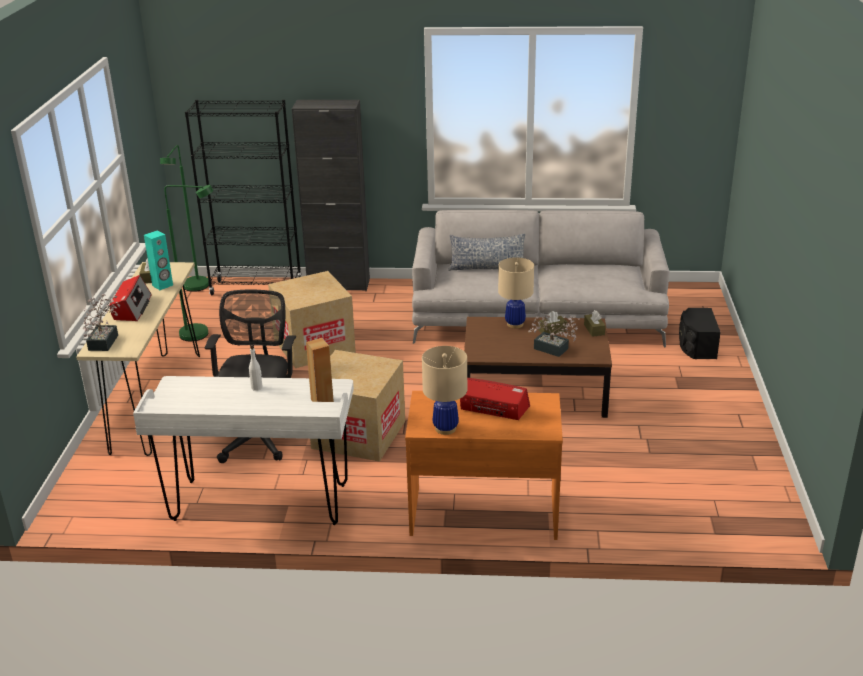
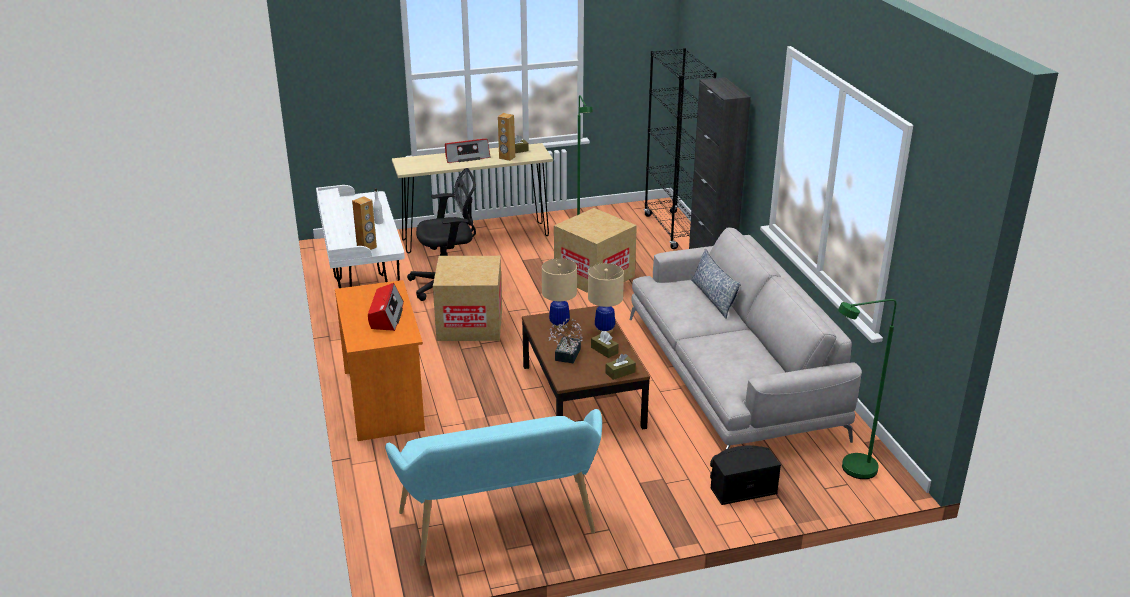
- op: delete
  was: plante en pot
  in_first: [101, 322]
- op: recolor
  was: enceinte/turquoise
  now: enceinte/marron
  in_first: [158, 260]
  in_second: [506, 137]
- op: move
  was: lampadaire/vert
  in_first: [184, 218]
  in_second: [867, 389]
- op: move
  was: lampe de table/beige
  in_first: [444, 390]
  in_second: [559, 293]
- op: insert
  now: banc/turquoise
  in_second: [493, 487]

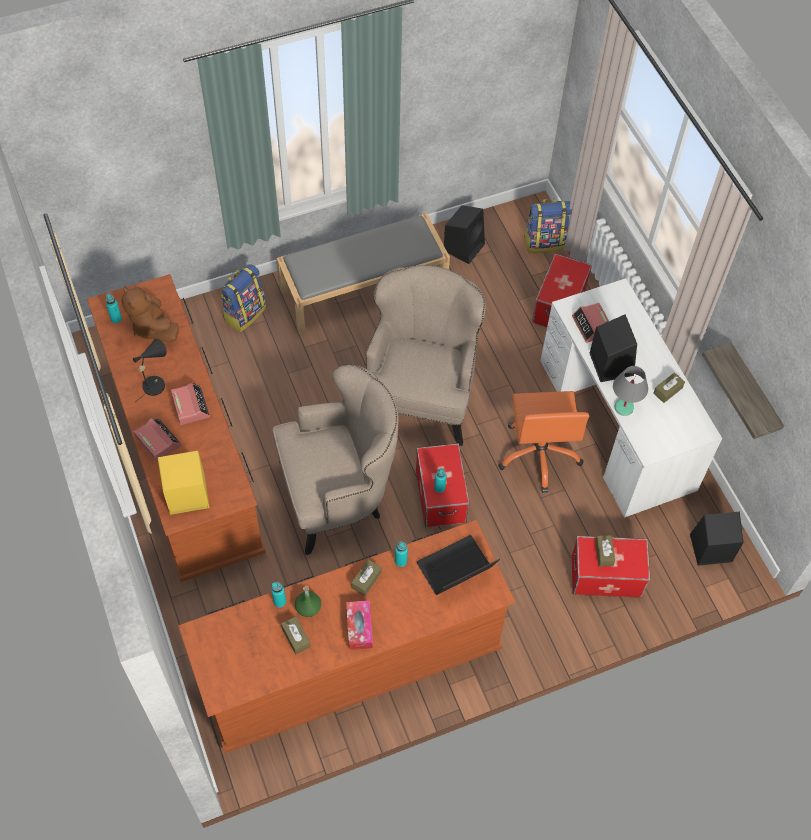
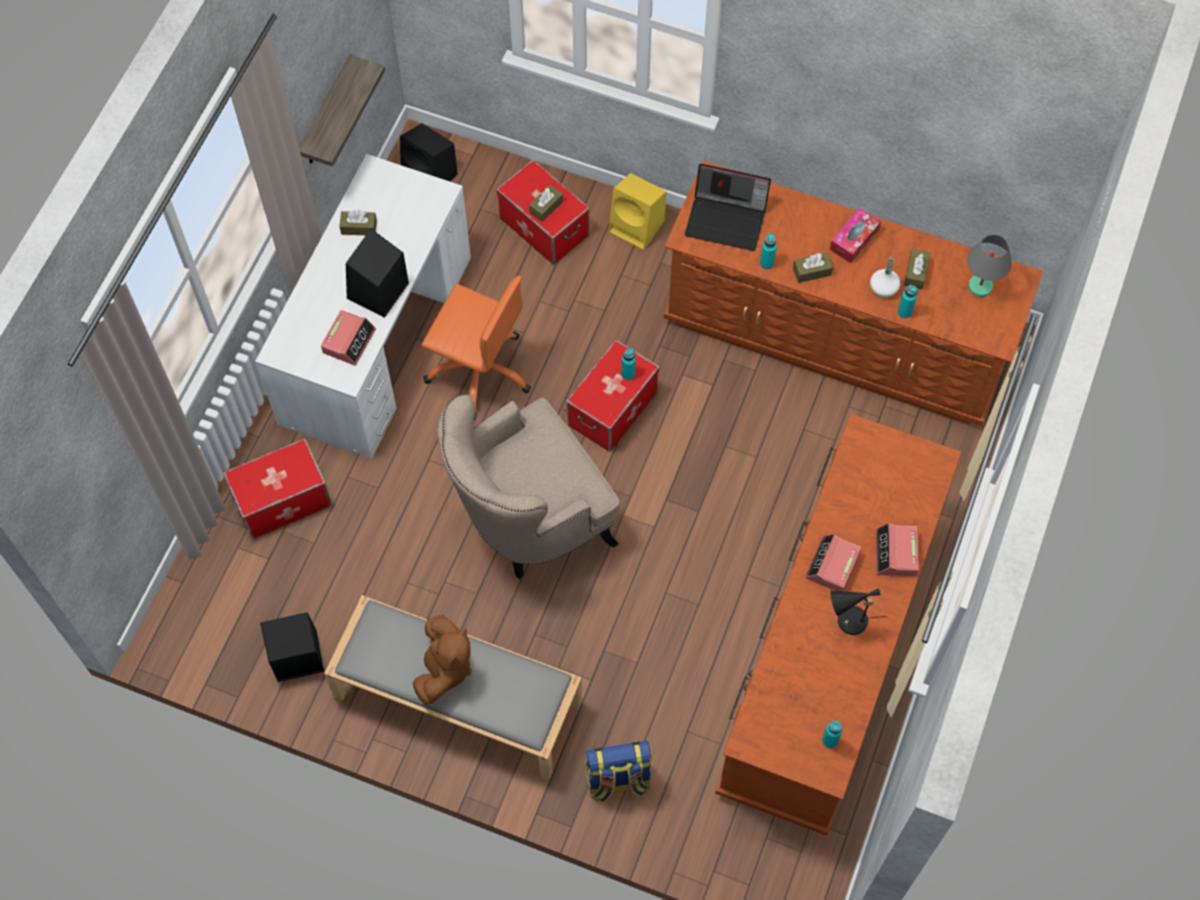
- op: move
  was: peluche/marron
  in_first: [150, 313]
  in_second: [442, 660]
- op: move
  was: enceinte/jaune
  in_first: [183, 483]
  in_second: [637, 211]
- op: delete
  was: fauteuil/beige
  in_first: [336, 459]
- op: recolor
  was: bouteille/vert
  now: bouteille/blanc
  in_first: [308, 601]
  in_second: [885, 277]
- op: rotate
  was: chaise de bureau/orange
  in_first: [543, 442]
  in_second: [476, 348]
  clockwise: 75
- op: delete
  was: sac à dos
  in_first: [548, 225]
- op: move
  was: lampe de table/gris
  in_first: [630, 391]
  in_second: [989, 265]

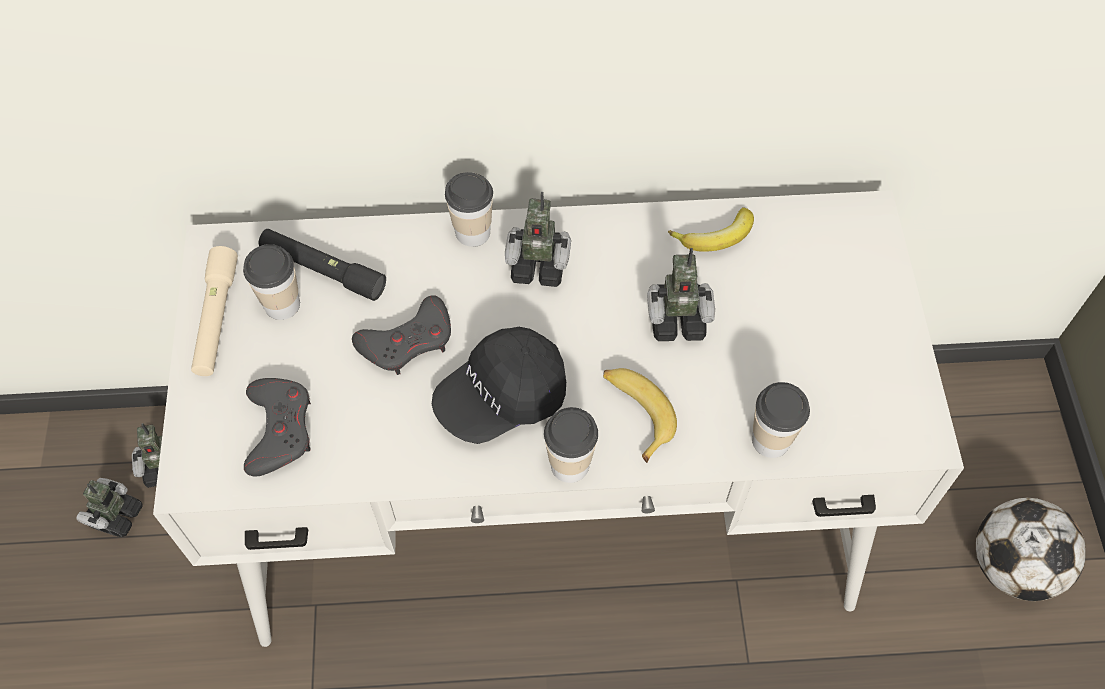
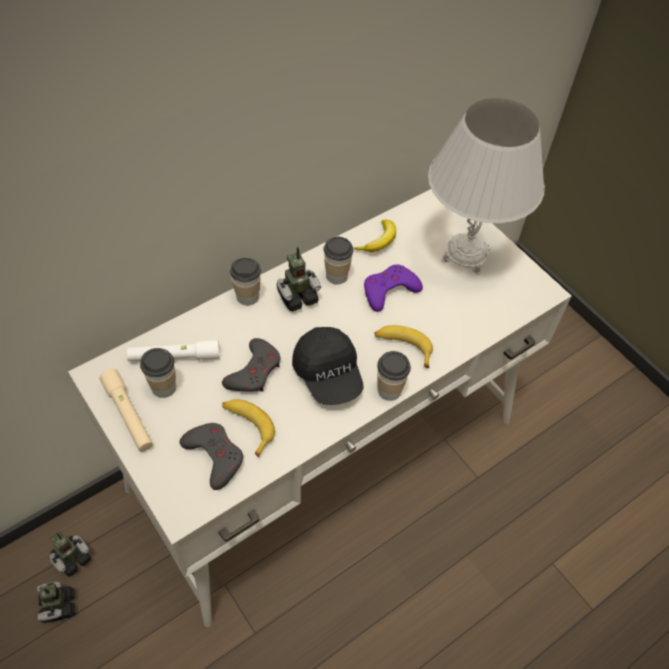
- op: recolor
  was: lampe de poche/noir
  now: lampe de poche/blanc
  in_first: [322, 265]
  in_second: [173, 350]
- op: rotate
  was: casquette/noir
  in_first: [499, 385]
  in_second: [328, 366]
  clockwise: -45
- op: replace
  was: robot jouet
  now: manette/violet
  in_first: [681, 294]
  in_second: [393, 288]
- op: move
  was: tasse
  in_first: [781, 420]
  in_second: [338, 261]
- op: delete
  was: ballon de foot
  in_first: [1031, 549]
- op: insert
  now: banane
  in_second: [248, 428]
- op: insert
  now: lampe de table/blanc
  in_second: [486, 186]

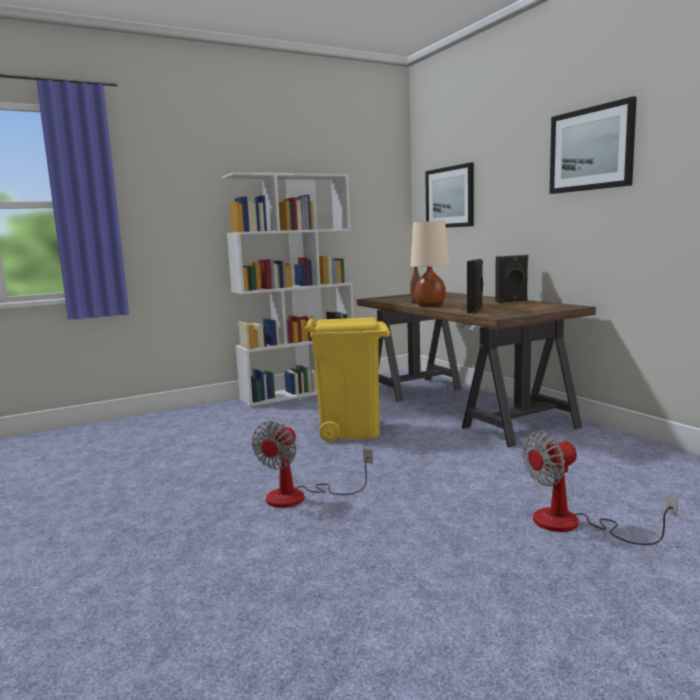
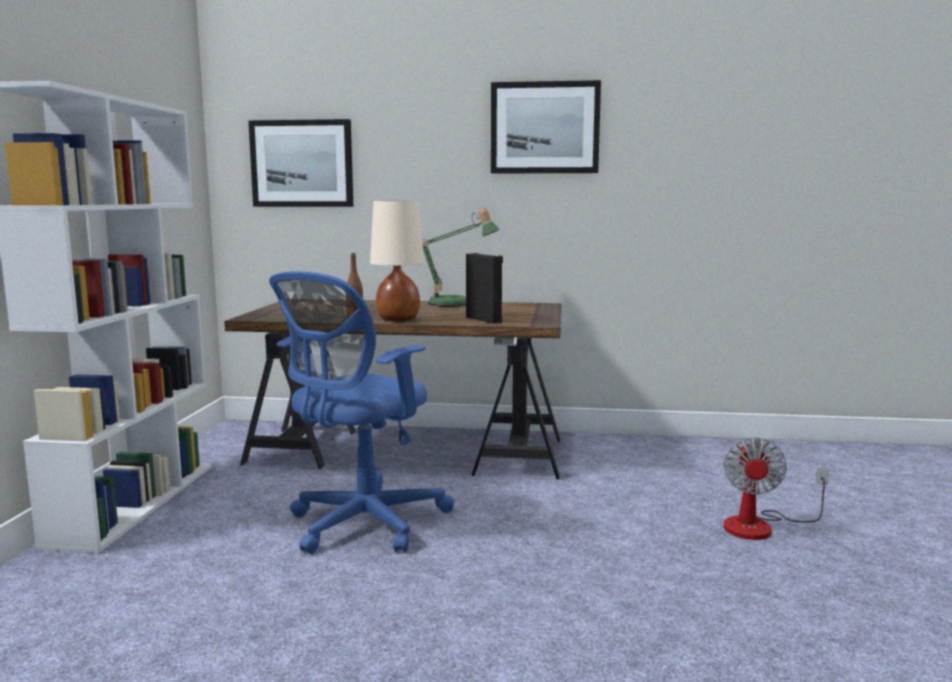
- op: delete
  was: ventilateur
  in_first: [312, 464]
- op: replace
  was: poubelle/jaune
  now: chaise de bureau/bleu
  in_first: [347, 379]
  in_second: [362, 412]
- op: replace
  was: enceinte/noir
  now: lampe de table
  in_first: [511, 279]
  in_second: [461, 257]

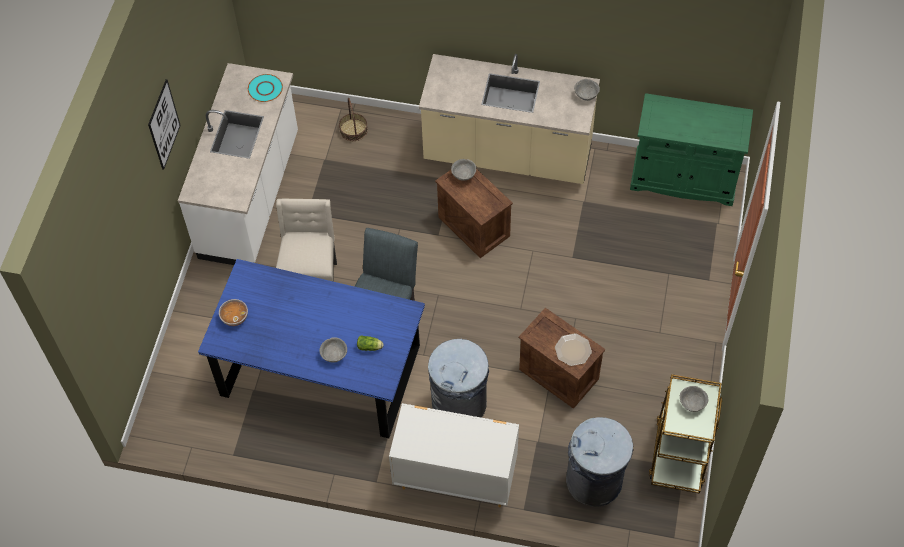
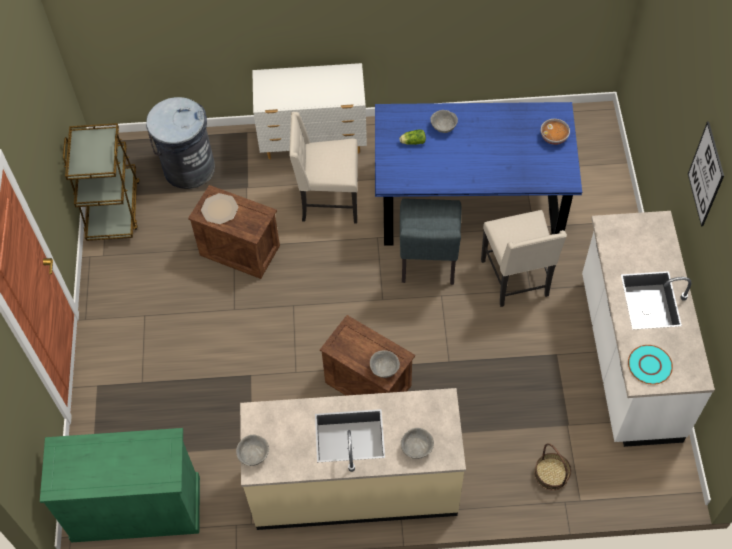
- op: replace
  was: poubelle/gris
  now: chaise/beige
  in_first: [458, 378]
  in_second: [323, 168]
- op: move
  was: bol/gris
  in_first: [694, 399]
  in_second: [417, 443]

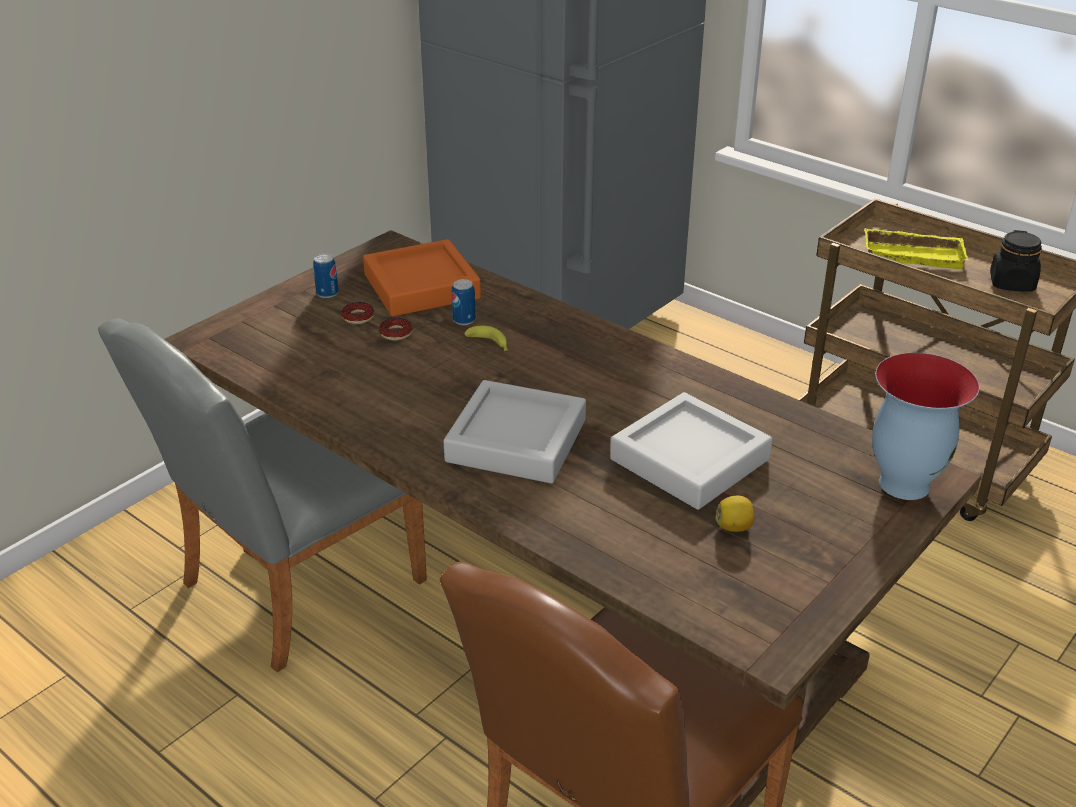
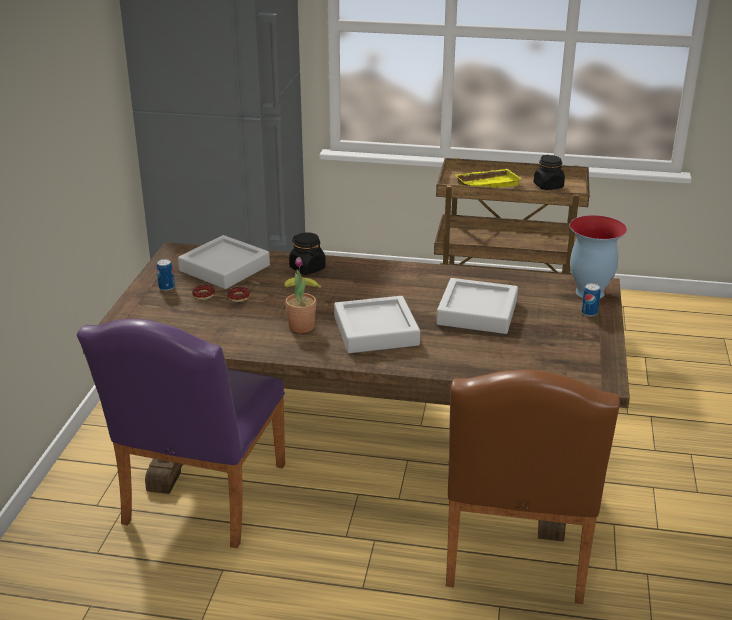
- op: recolor
  was: chaise/gris
  now: chaise/violet
  in_first: [262, 495]
  in_second: [181, 433]
- op: recolor
  was: plateau/orange
  now: plateau/gris
  in_first: [422, 278]
  in_second: [224, 262]
- op: move
  was: boîte métallique
  in_first: [464, 302]
  in_second: [590, 299]
- op: delete
  was: citron
  in_first: [735, 513]
- op: insert
  now: plante en pot
  in_second: [300, 295]
- op: insert
  now: bocal/noir
  in_second: [307, 254]

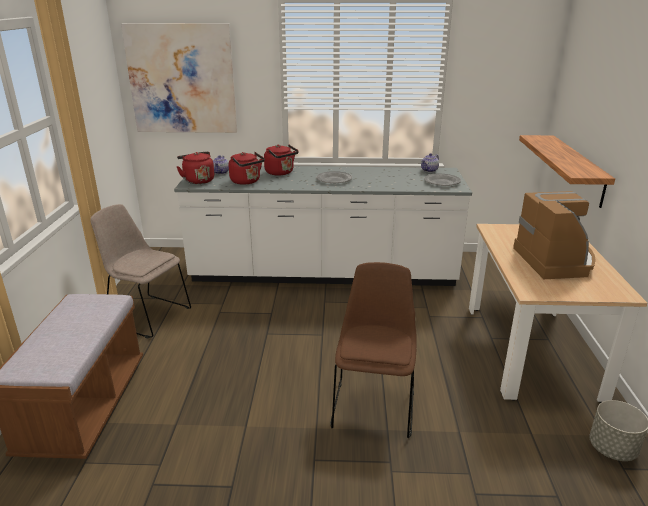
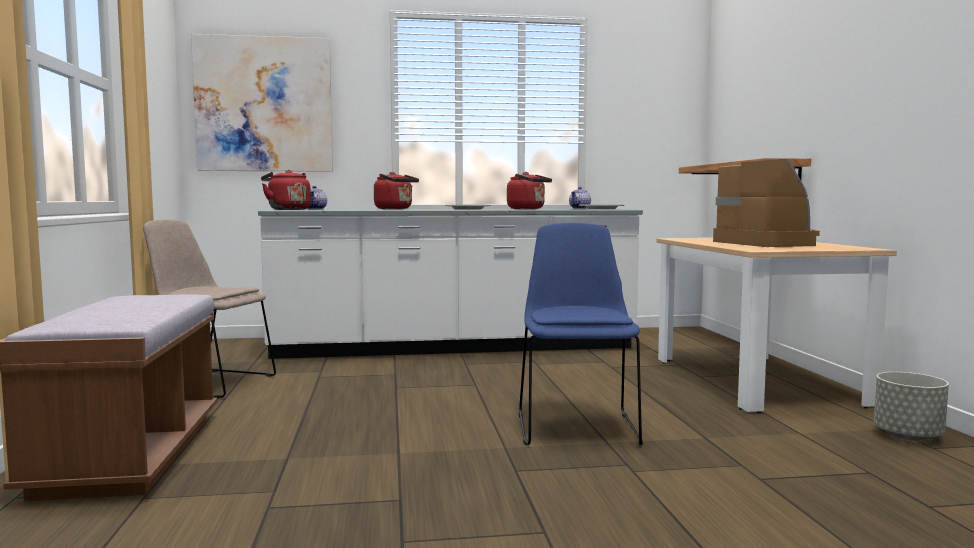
- op: move
  was: bouilloire/rouge
  in_first: [247, 168]
  in_second: [529, 190]
- op: recolor
  was: chaise/marron
  now: chaise/bleu
  in_first: [373, 350]
  in_second: [581, 334]

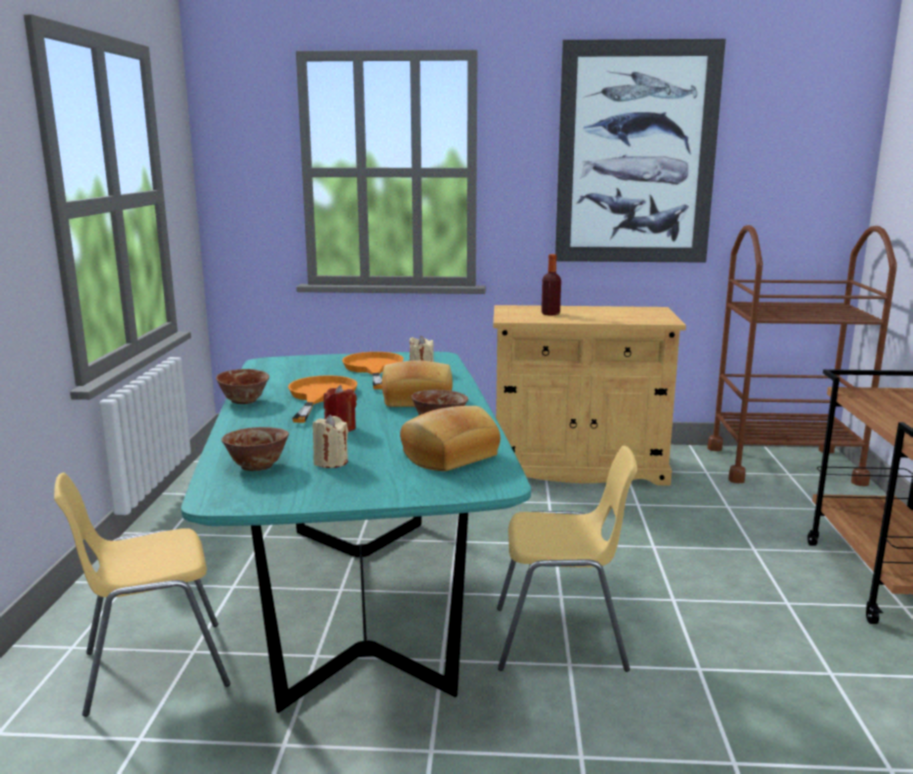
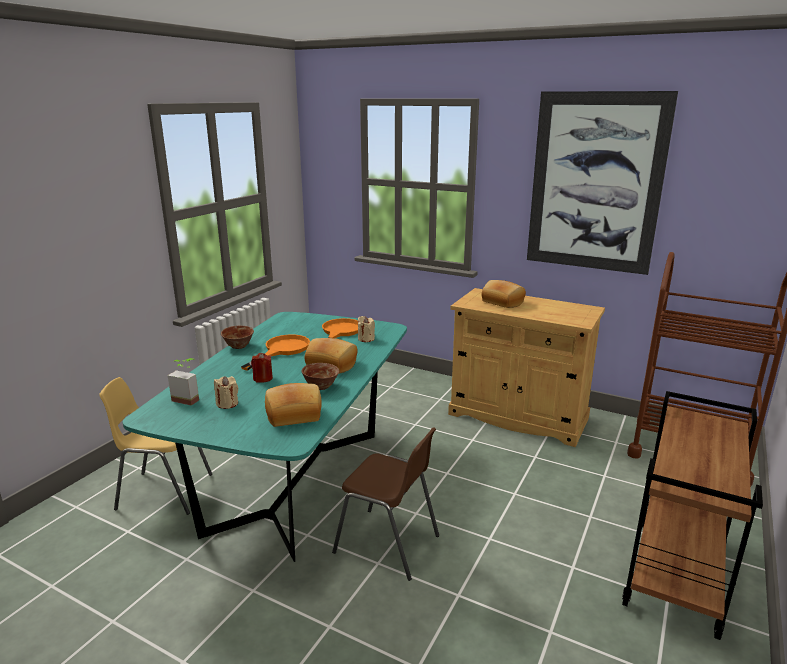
- op: replace
  was: bol
  now: plante en pot
  in_first: [255, 449]
  in_second: [183, 382]
- op: recolor
  was: chaise/jaune
  now: chaise/marron
  in_first: [567, 559]
  in_second: [385, 504]
- op: replace
  was: bouteille
  now: pain
  in_first: [551, 284]
  in_second: [503, 294]

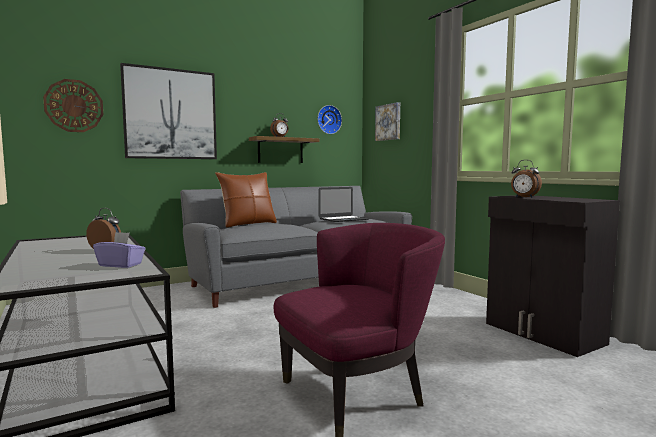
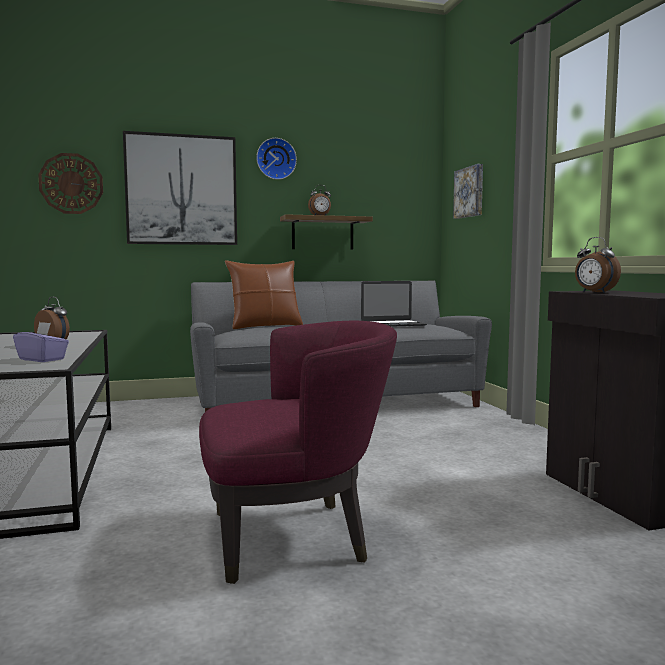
- op: move
  was: horloge murale
  in_first: [329, 119]
  in_second: [276, 159]

